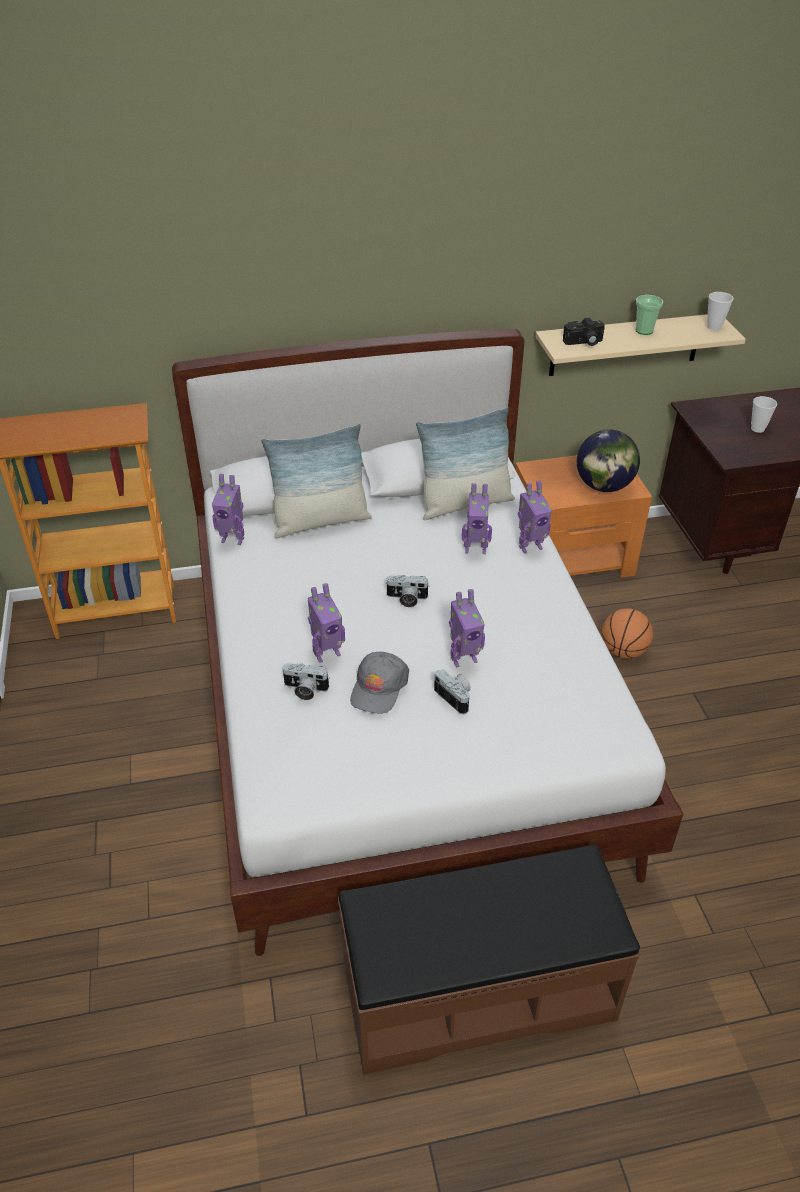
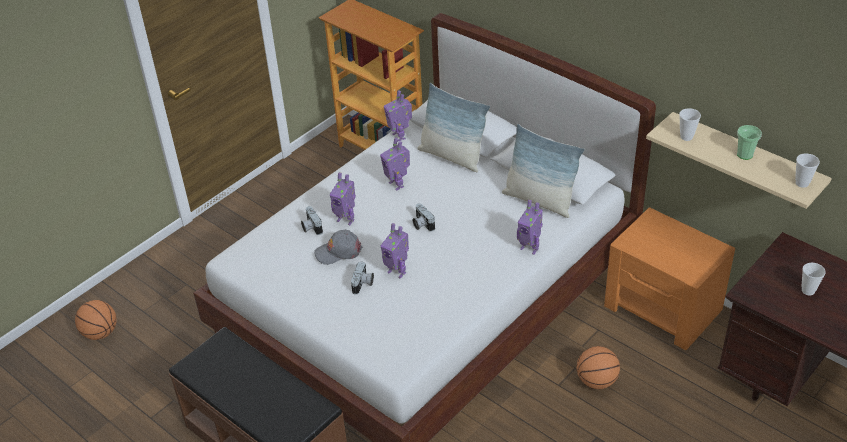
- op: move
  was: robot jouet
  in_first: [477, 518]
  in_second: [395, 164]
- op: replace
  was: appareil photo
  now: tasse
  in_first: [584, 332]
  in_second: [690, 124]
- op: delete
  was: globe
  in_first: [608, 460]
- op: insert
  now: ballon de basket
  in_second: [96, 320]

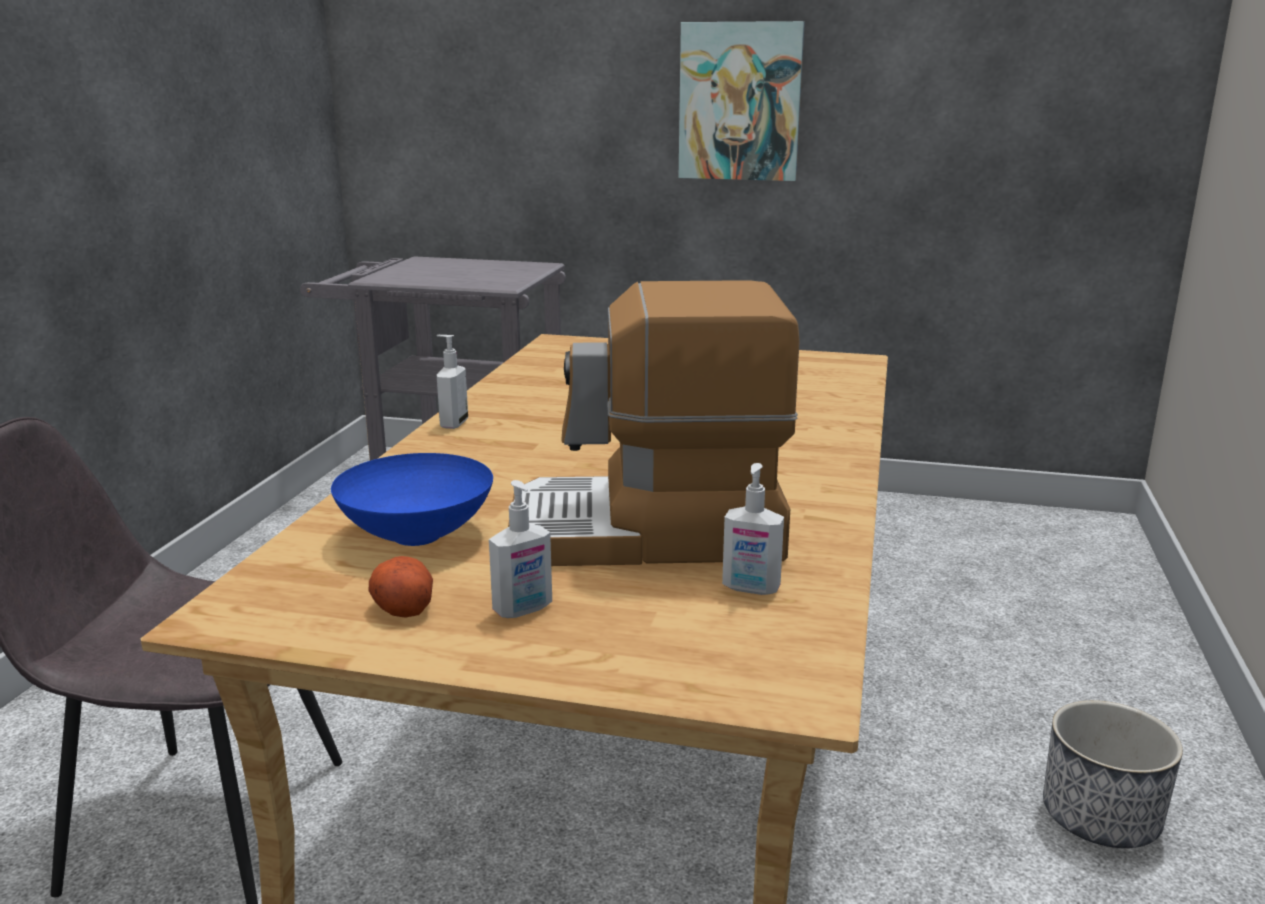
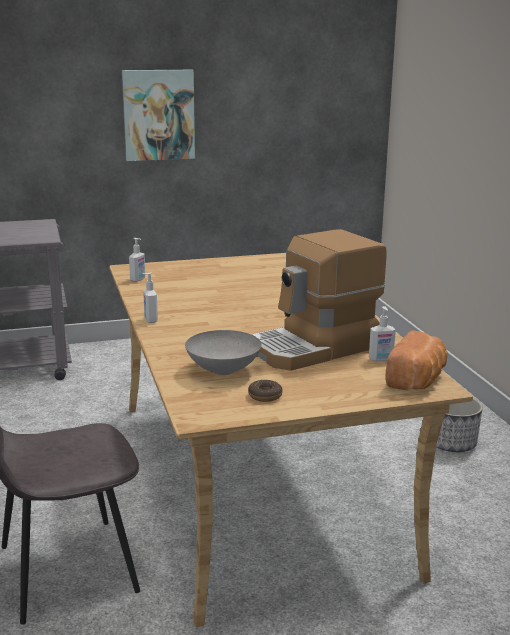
- op: recolor
  was: bol/bleu
  now: bol/gris
  in_first: [412, 499]
  in_second: [223, 352]
- op: replace
  was: pomme de terre
  now: beignet
  in_first: [400, 587]
  in_second: [265, 391]
- op: move
  was: distributeur de savon
  in_first: [520, 549]
  in_second: [137, 260]
- op: insert
  now: pain
  in_second: [416, 360]

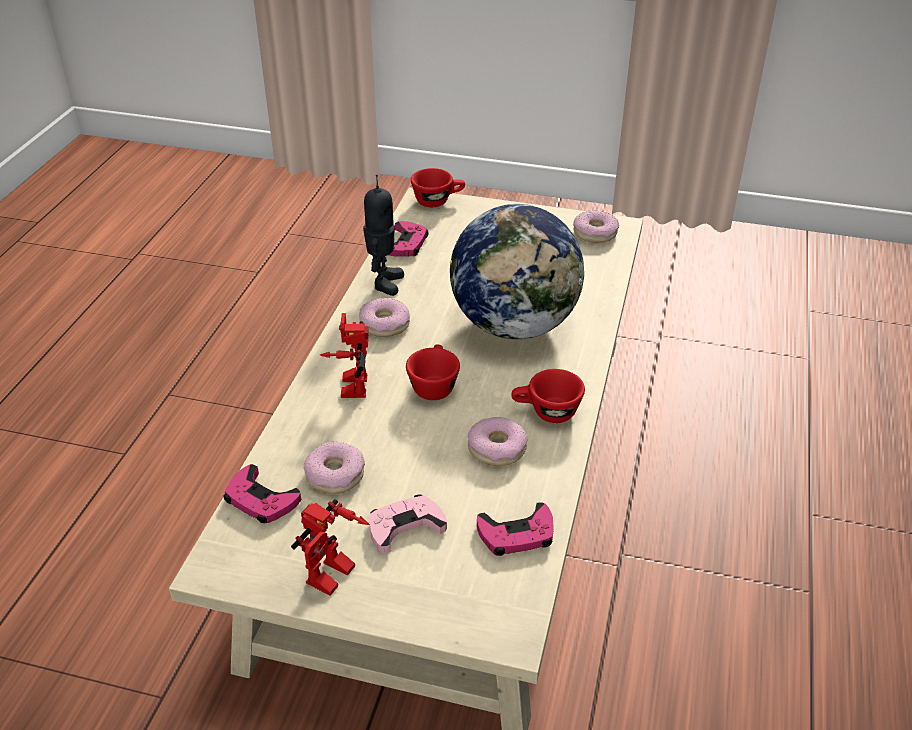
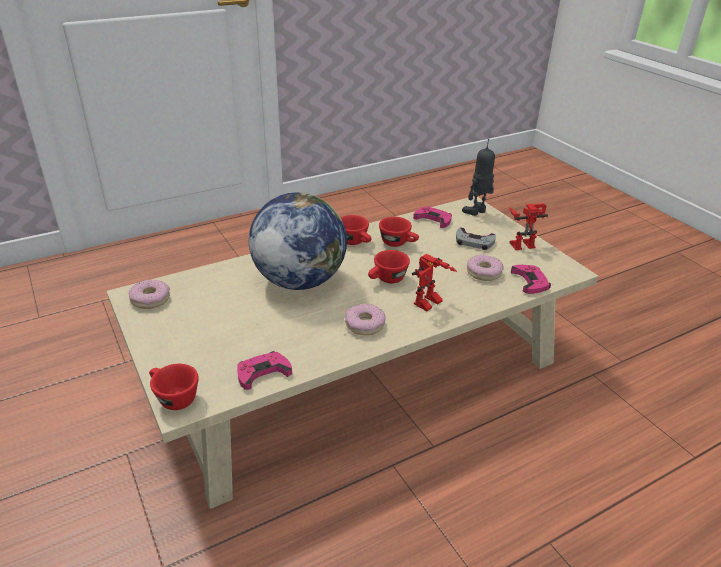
- op: move
  was: robot jouet
  in_first: [383, 235]
  in_second: [478, 177]
- op: recolor
  was: manette/rose
  now: manette/gris
  in_first: [408, 523]
  in_second: [476, 238]
- op: replace
  was: beignet
  now: tasse/rouge
  in_first: [498, 441]
  in_second: [399, 232]

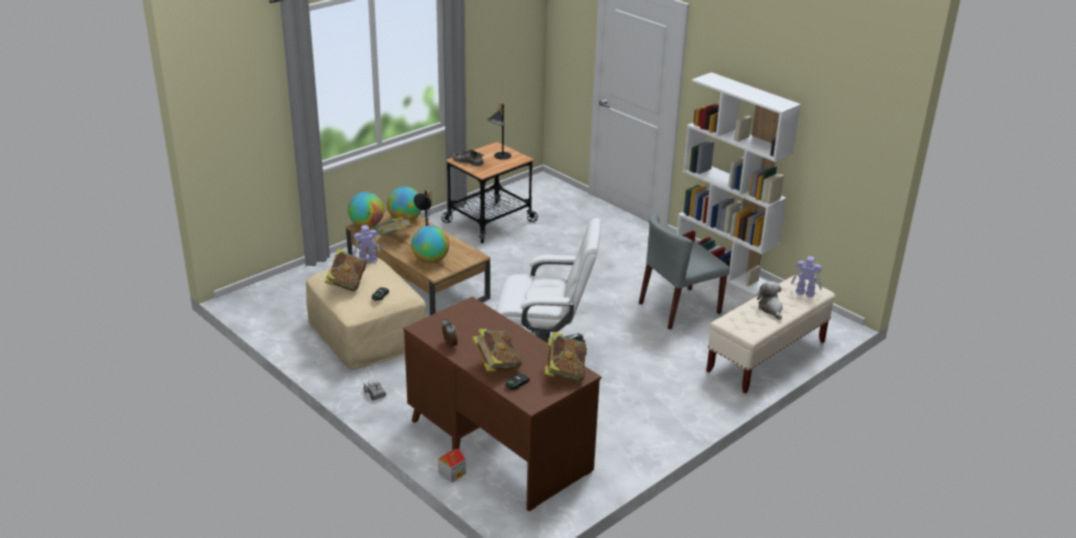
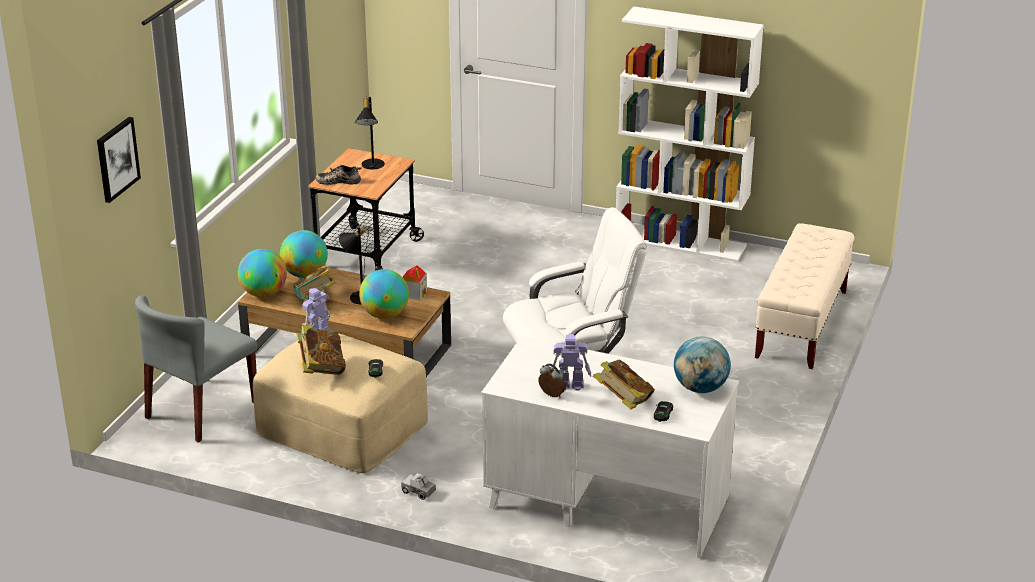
- op: recolor
  was: bureau/marron
  now: bureau/blanc
  in_first: [502, 404]
  in_second: [610, 447]
- op: move
  was: maison miniature
  in_first: [452, 466]
  in_second: [415, 283]
- op: replace
  was: livre
  now: globe
  in_first: [565, 357]
  in_second: [702, 365]
- op: move
  was: chaise/gris
  in_first: [684, 272]
  in_second: [196, 369]
- op: delete
  was: peluche
  in_first: [770, 300]
- op: move
  was: robot jouet
  in_first: [806, 276]
  in_second: [571, 362]
- op: insert
  now: tableau
  in_second: [119, 160]

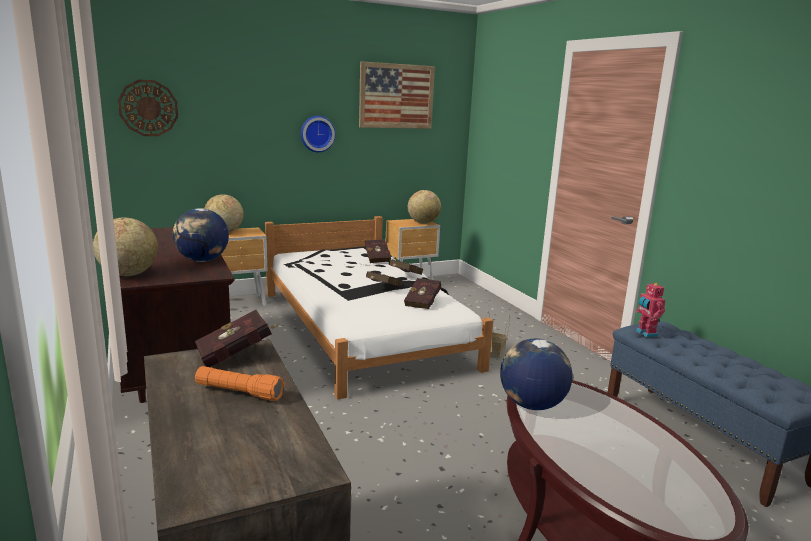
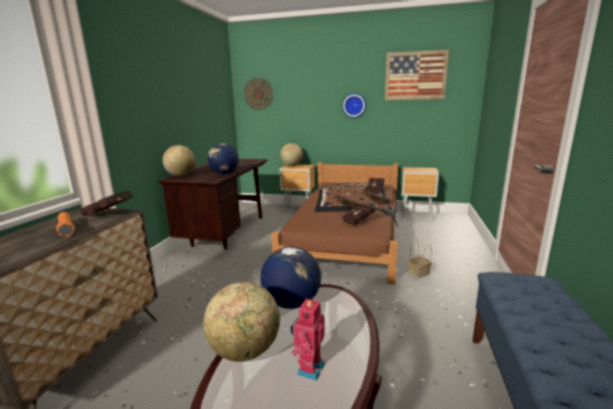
- op: recolor
  was: lit/blanc
  now: lit/marron
  in_first: [379, 308]
  in_second: [334, 223]
- op: move
  was: globe
  in_first: [424, 207]
  in_second: [241, 322]
- op: move
  was: robot jouet
  in_first: [651, 309]
  in_second: [308, 339]

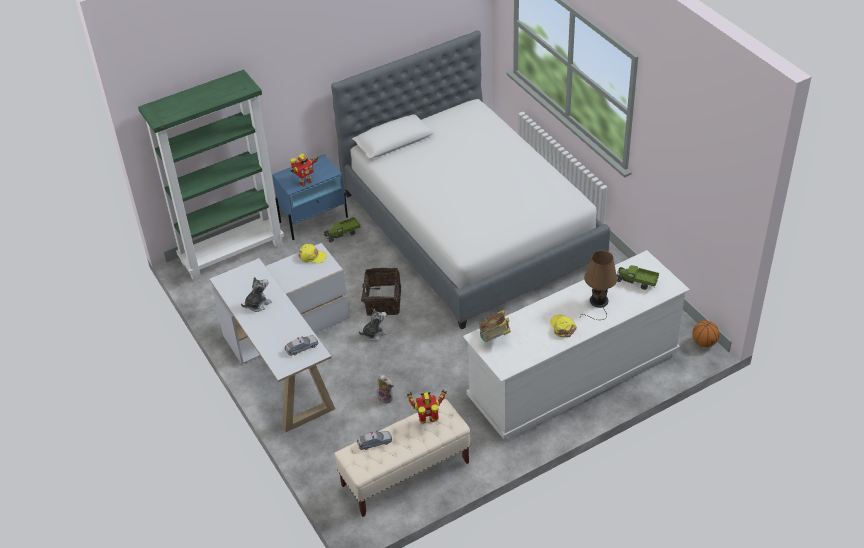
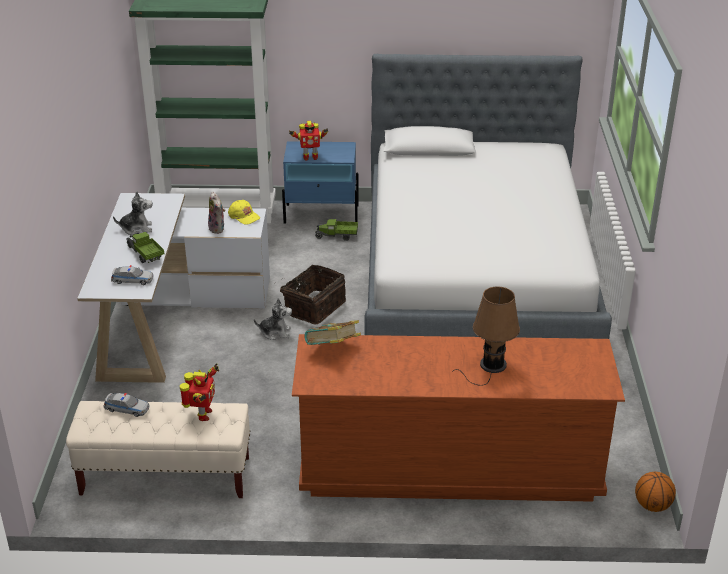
- op: move
  was: peluche
  in_first: [385, 389]
  in_second: [216, 213]
- op: rotate
  was: robot jouet
  in_first: [427, 406]
  in_second: [199, 392]
  clockwise: 75
- op: recolor
  was: commode/blanc
  now: commode/marron
  in_first: [576, 344]
  in_second: [458, 418]
- op: delete
  was: casquette/jaune
  in_first: [563, 326]
- op: move
  was: camion jouet
  in_first: [638, 277]
  in_second: [146, 247]

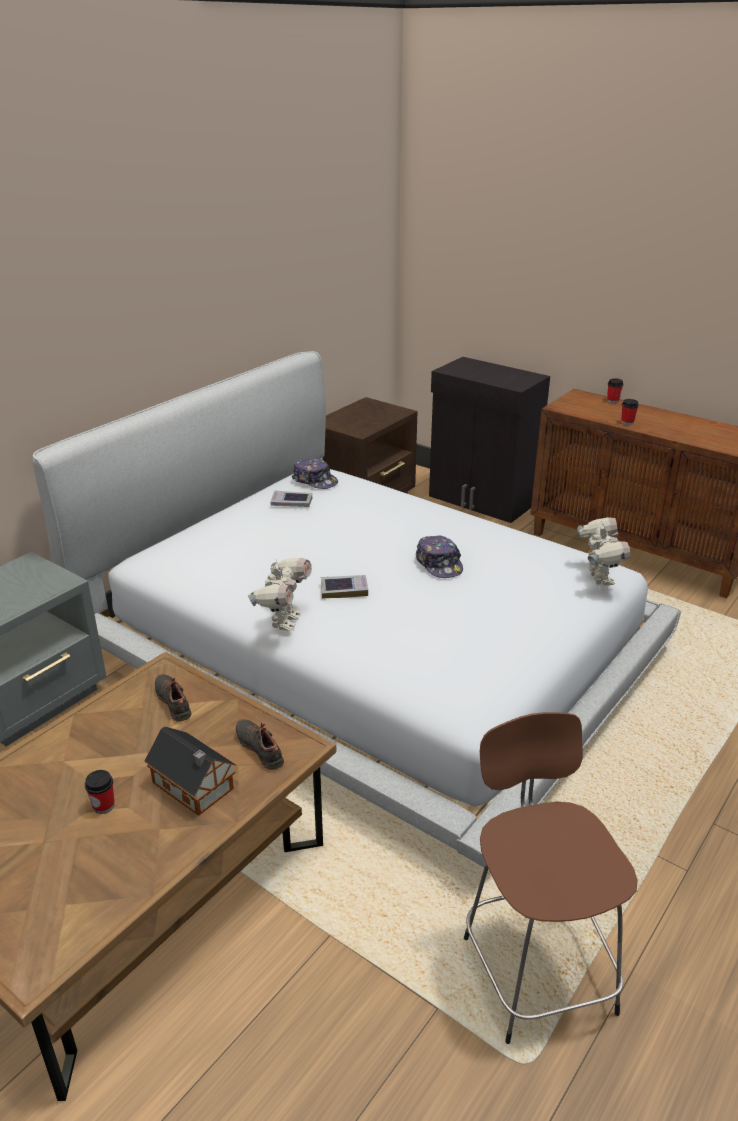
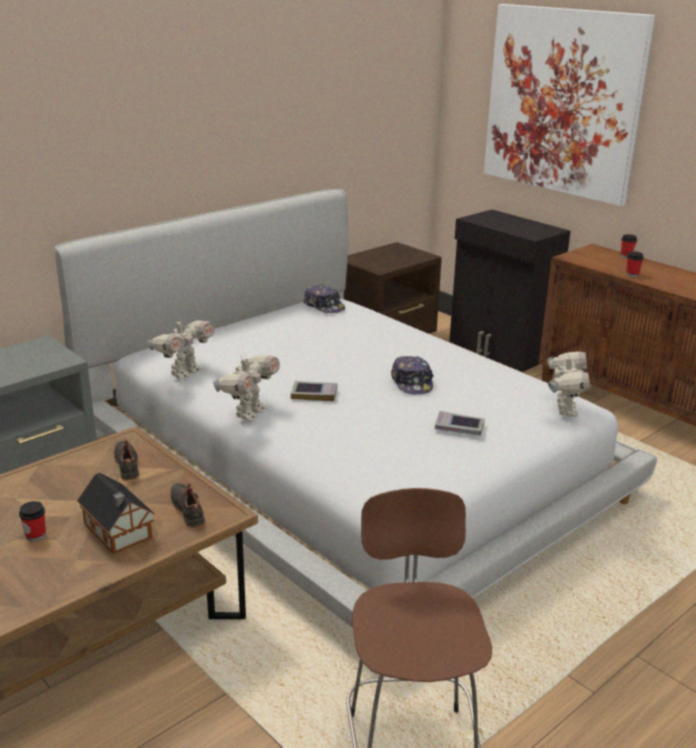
- op: move
  was: livre
  in_first: [291, 498]
  in_second: [460, 423]
- op: insert
  now: robot jouet
  in_second: [181, 347]
- op: insert
  now: tableau
  in_second: [569, 105]

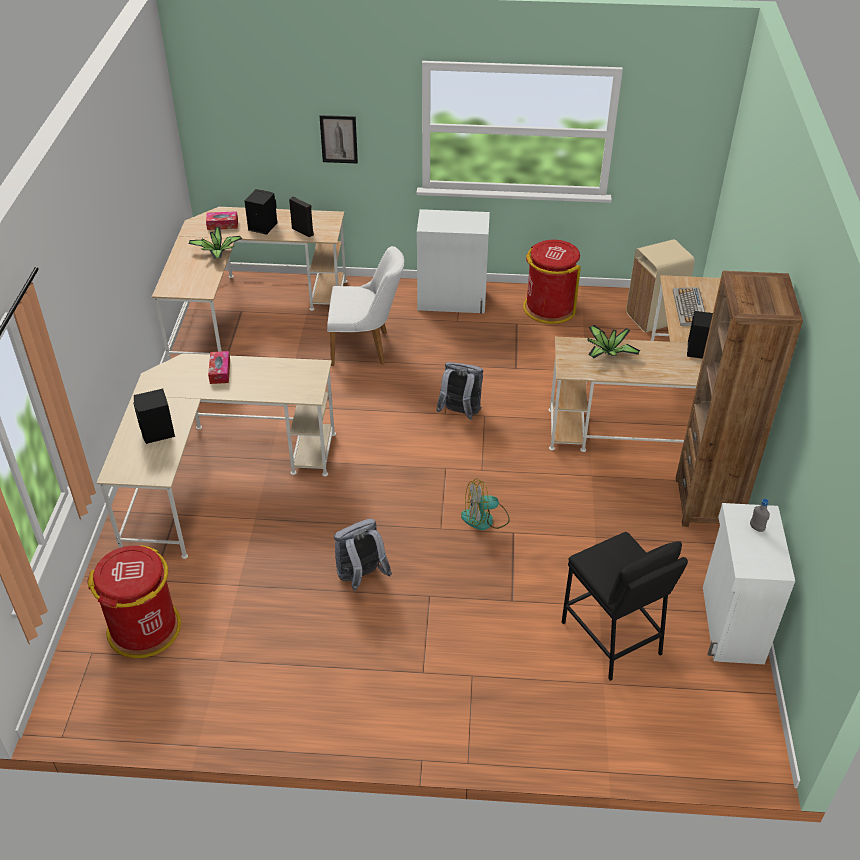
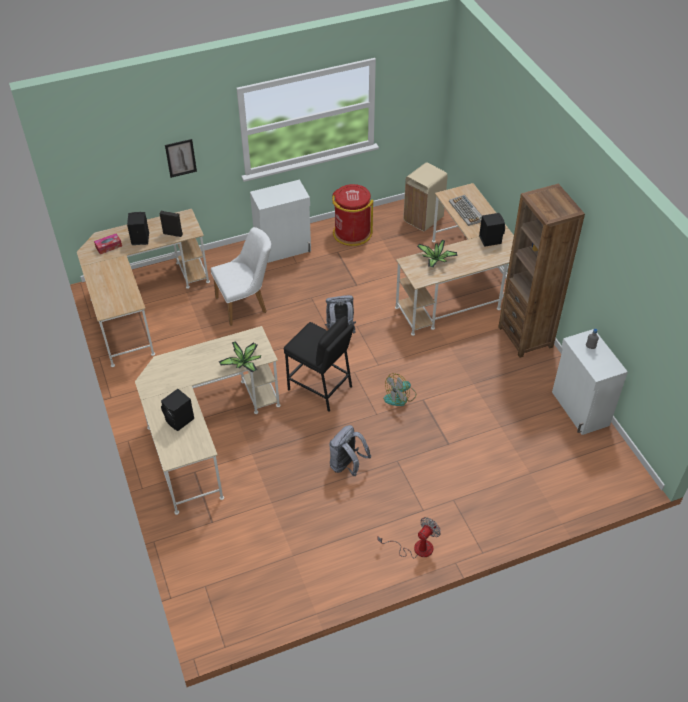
- op: delete
  was: poubelle/rouge
  in_first: [134, 601]
- op: move
  was: plante en pot
  in_first: [215, 243]
  in_second: [240, 356]
- op: delete
  was: boîte à mouchoirs
  in_first: [219, 367]
- op: move
  was: tabouret/noir
  in_first: [625, 606]
  in_second: [318, 364]
- op: insert
  now: ventilateur
  in_second: [409, 538]

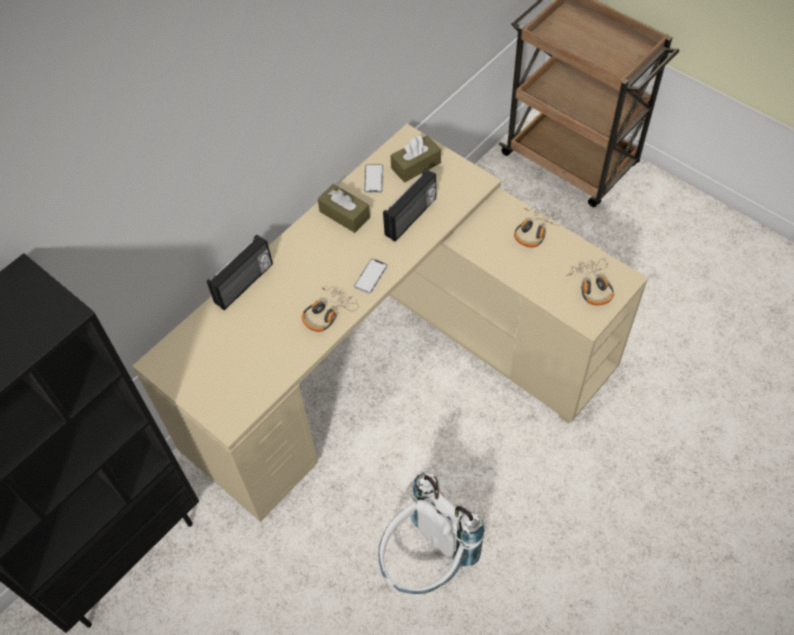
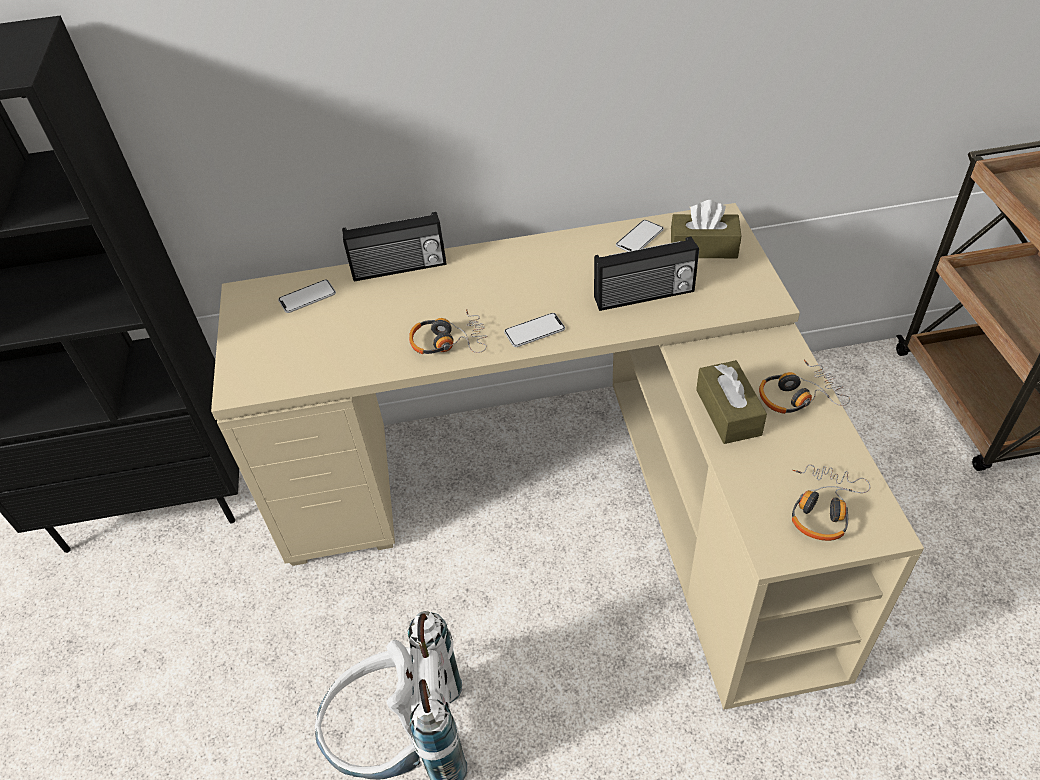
- op: move
  was: boîte à mouchoirs/marron
  in_first: [344, 208]
  in_second: [731, 402]
- op: insert
  now: téléphone
  in_second: [307, 296]

